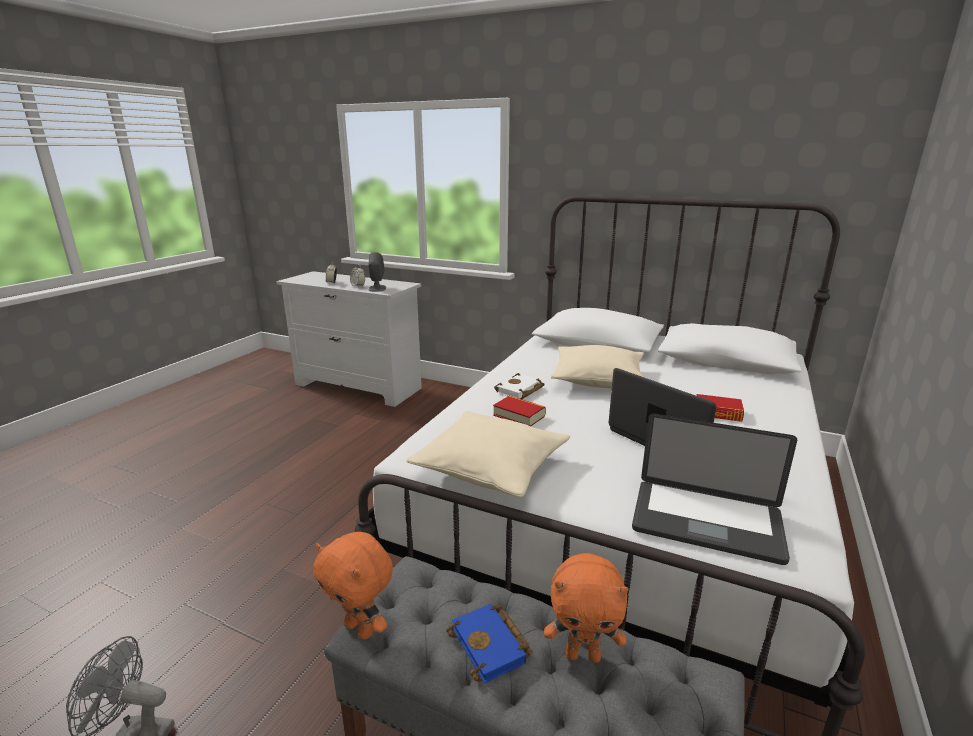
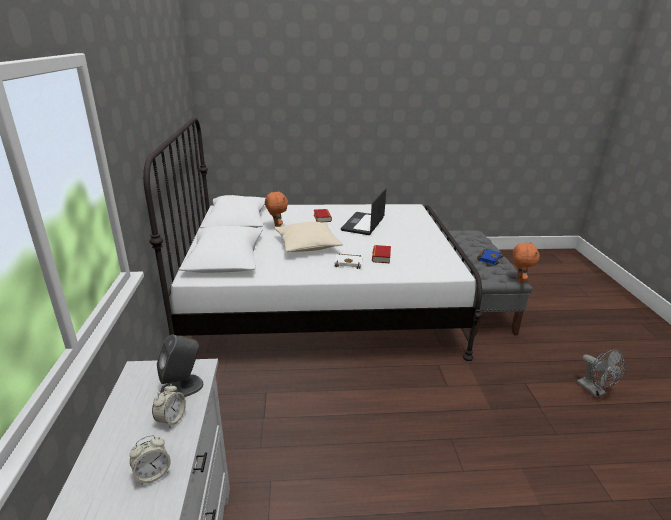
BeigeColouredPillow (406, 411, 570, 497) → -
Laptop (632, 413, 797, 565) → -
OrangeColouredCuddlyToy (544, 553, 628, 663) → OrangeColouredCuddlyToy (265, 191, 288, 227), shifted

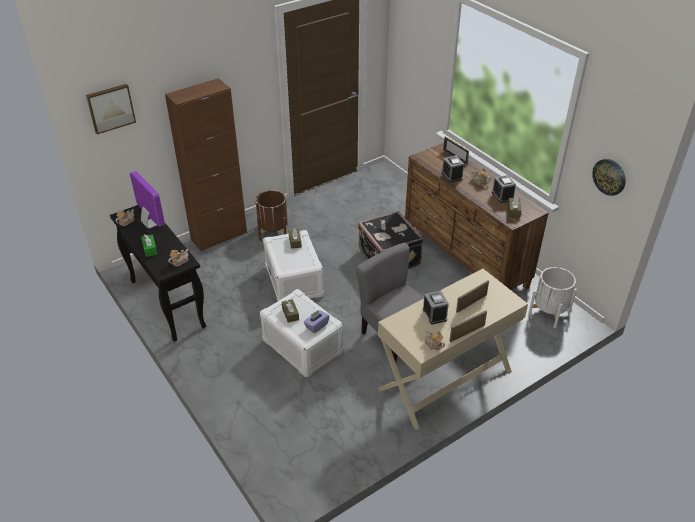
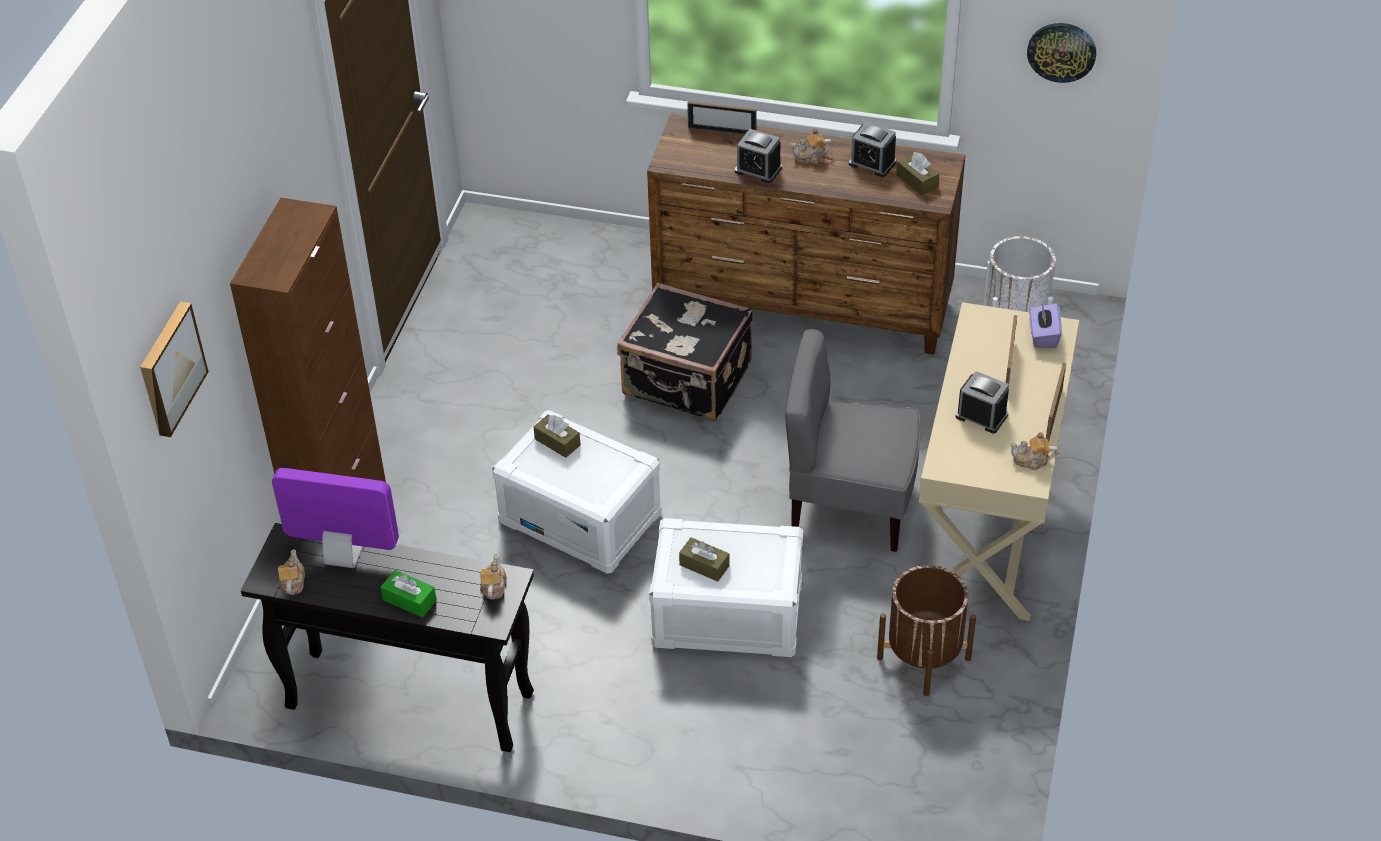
BrownishPlantPot (255, 190, 288, 241) → BrownishPlantPot (877, 565, 976, 696), shifted
PurpleTissueBox (304, 310, 330, 333) → PurpleTissueBox (1030, 303, 1062, 348), shifted

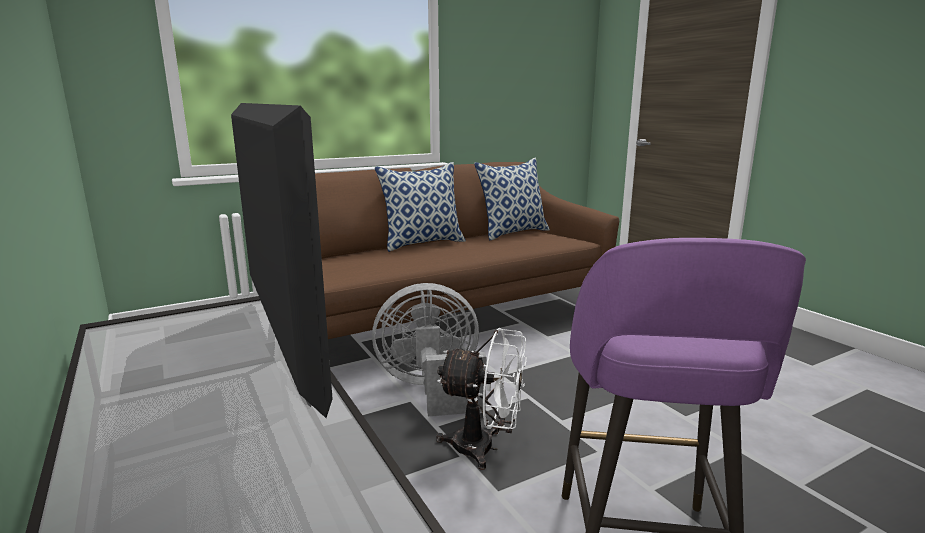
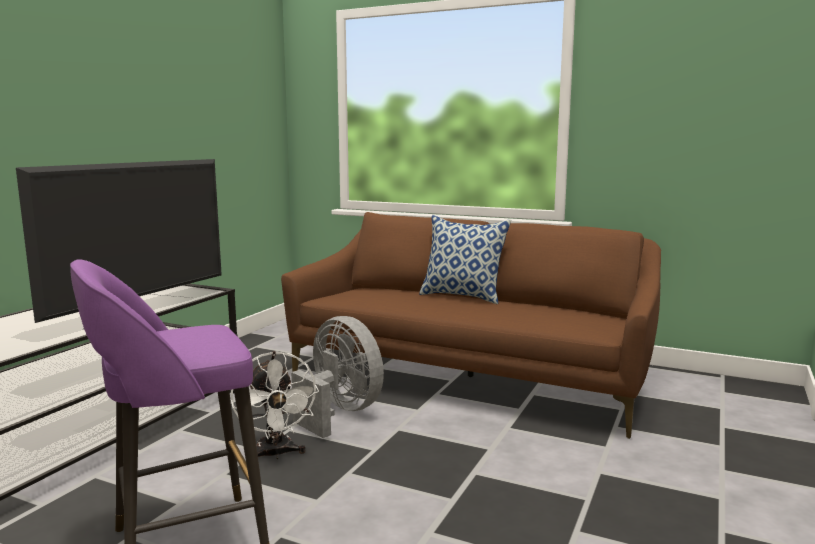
Pillow (474, 158, 550, 240) → -

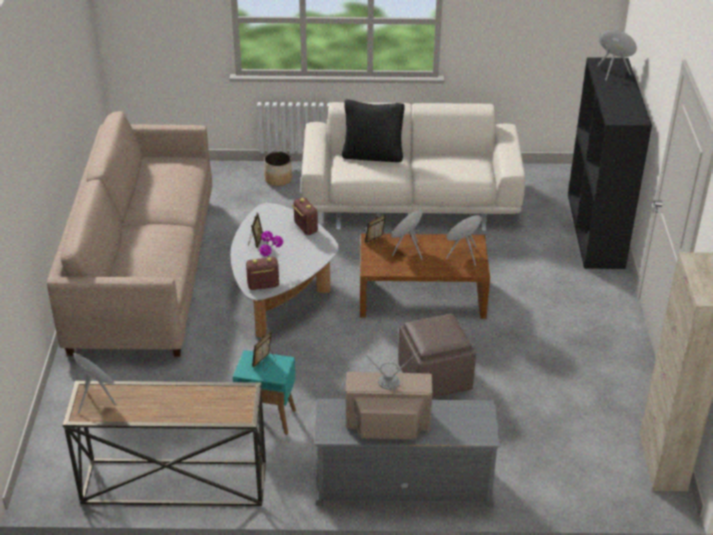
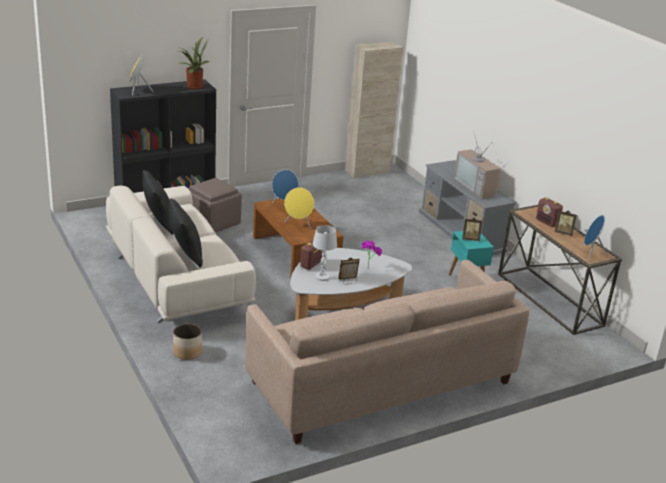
- → BlackishPillow (143, 170, 174, 235)
- → Houseplant (176, 37, 210, 90)
- → WhiteLampForATable (313, 225, 337, 281)
RadioSet (246, 257, 279, 290) → RadioSet (536, 197, 563, 227), shifted
PictureFrame (365, 215, 387, 247) → PictureFrame (554, 211, 577, 236), shifted
BrownishOttoman (398, 313, 476, 398) → BrownishOttoman (189, 178, 242, 233), shifted

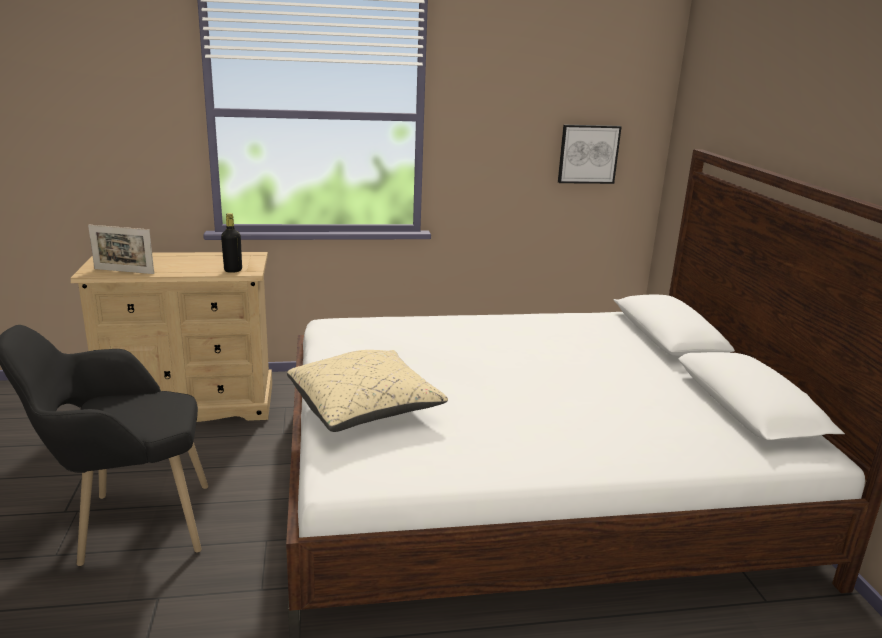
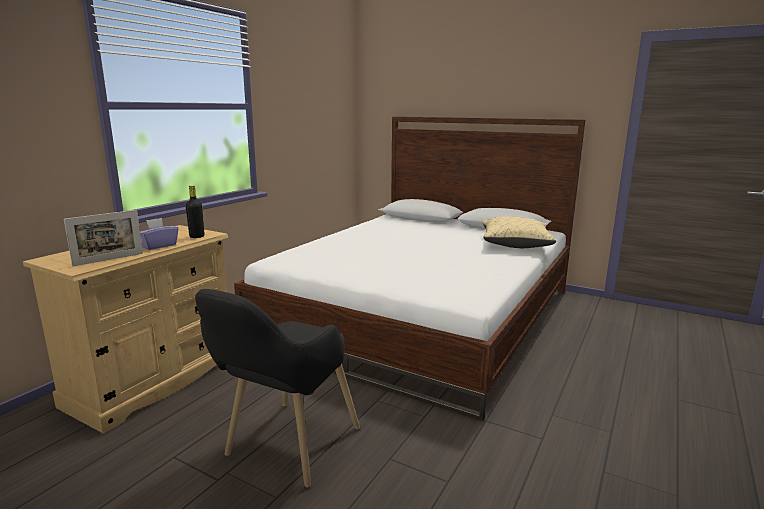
WallArt (558, 124, 622, 184) → -
- → PurpleTissueBox (140, 218, 178, 250)
BeigeColouredPillow (287, 350, 448, 432) → BeigeColouredPillow (482, 216, 556, 248), shifted

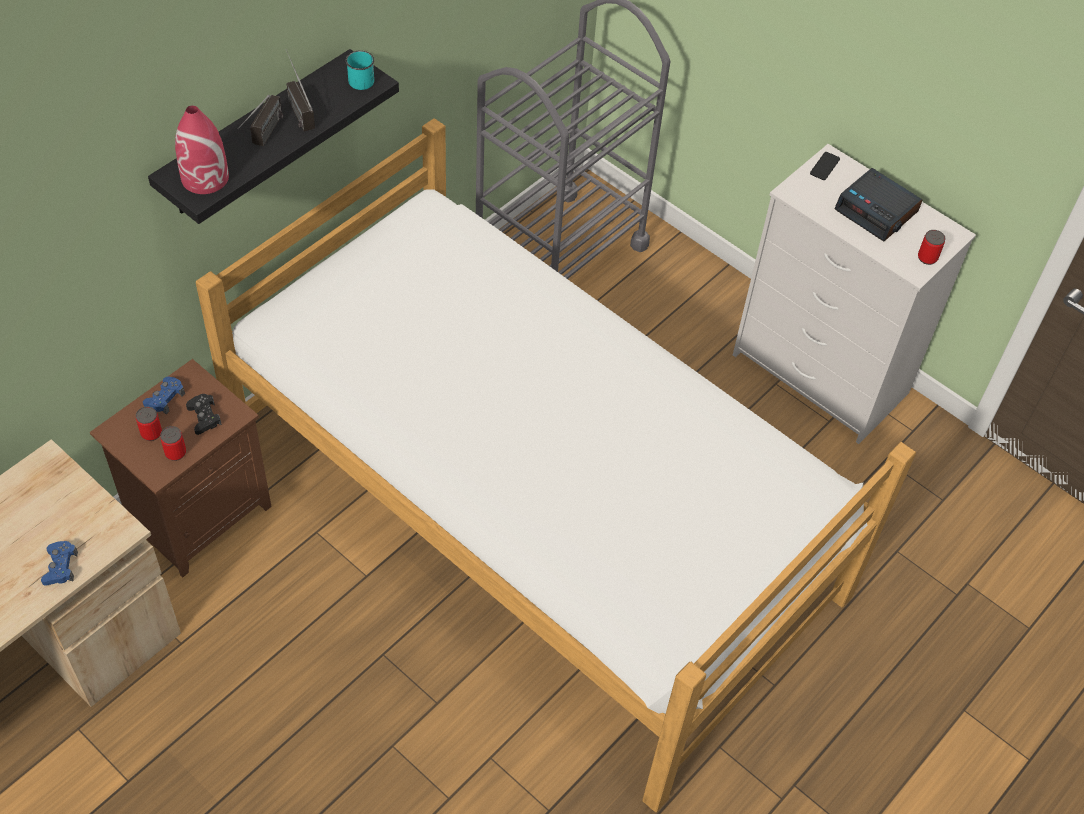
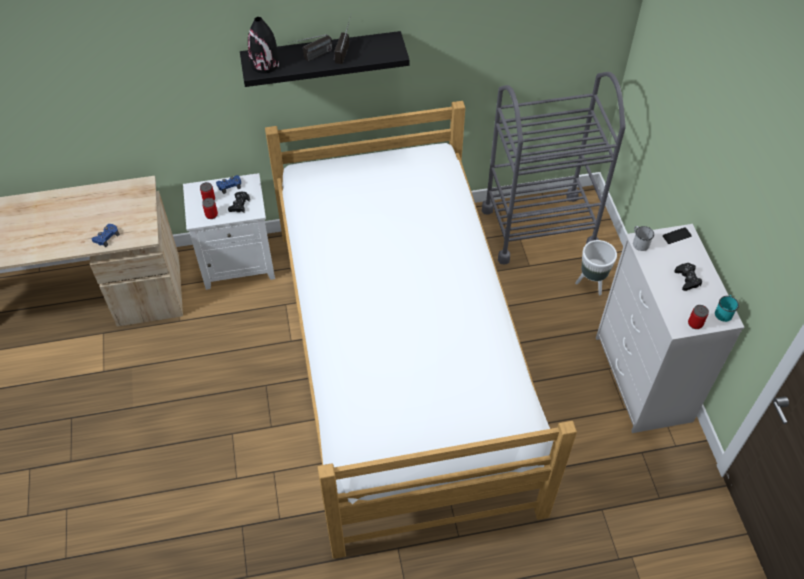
- → WhitePlantPot (575, 240, 617, 295)
- → WhiteTeaMug (633, 226, 654, 251)
TurquoiseTeaMug (346, 51, 374, 90) → TurquoiseTeaMug (715, 295, 739, 322), shifted
TableClock (834, 168, 923, 241) → BlackishGamepad (674, 263, 702, 291)
BrownishBedsideTable (90, 359, 272, 578) → WhiteBedsideTable (183, 173, 275, 290)
RedFlowerVase (175, 105, 229, 194) → BlackishFlowerVase (248, 17, 279, 74)

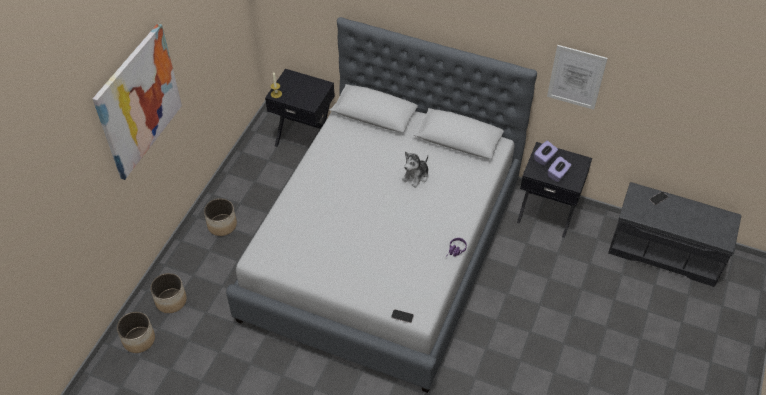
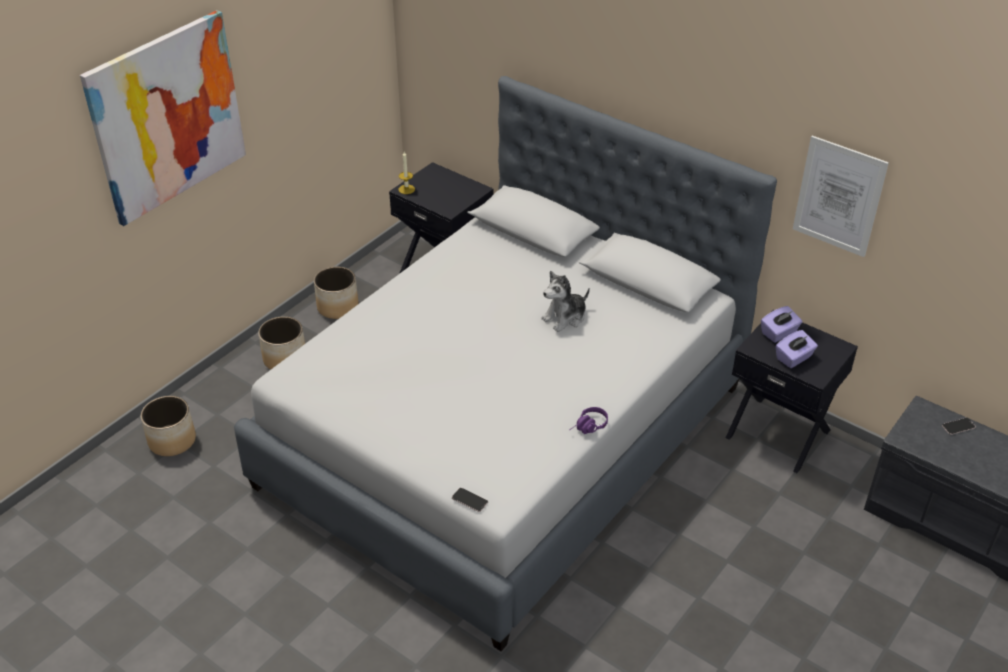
PlantPot (117, 312, 155, 353) → PlantPot (314, 266, 359, 319), shifted

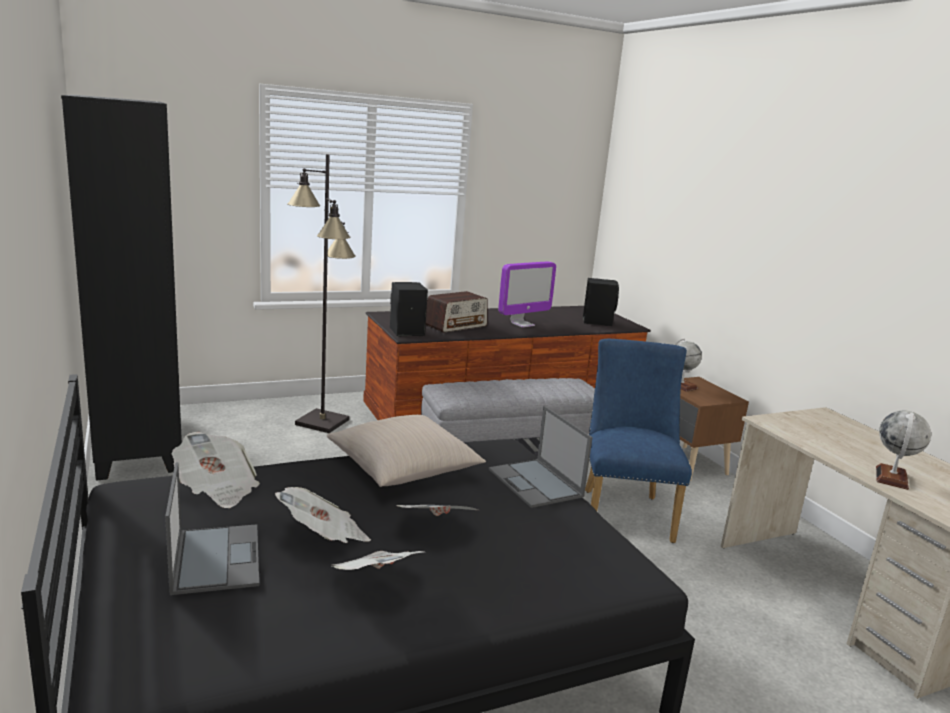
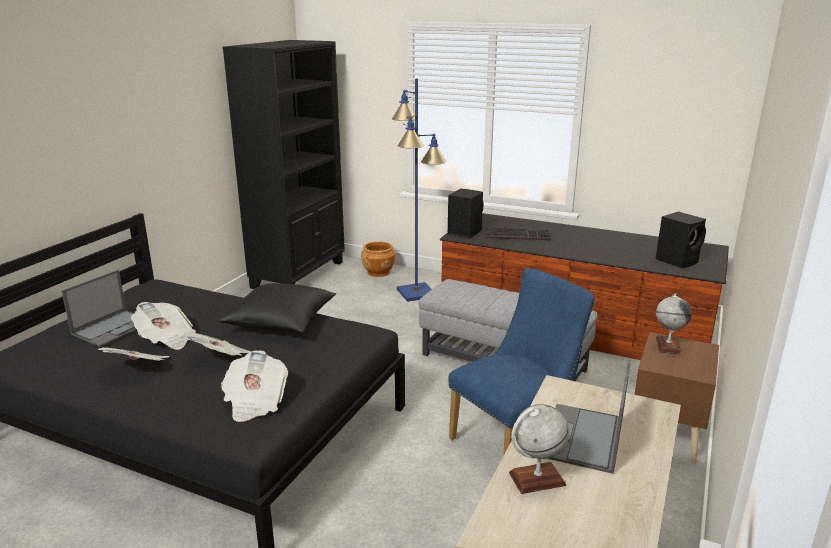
ComputerDisplay (498, 261, 556, 328) → -
- → BrownishPlantPot (361, 241, 395, 277)
DailyPaper (172, 432, 259, 508) → DailyPaper (221, 350, 288, 422), shifted
Laptop (489, 406, 593, 508) → Laptop (549, 359, 631, 474), shifted
RadioSet (426, 291, 488, 332) → ComputerKeyboard (485, 227, 551, 240)
BlackishStandardLamp (287, 154, 356, 433) → BluishStandardLamp (392, 79, 447, 302)
BeigeColouredPillow (327, 415, 486, 487) → BlackishPillow (219, 283, 336, 332)

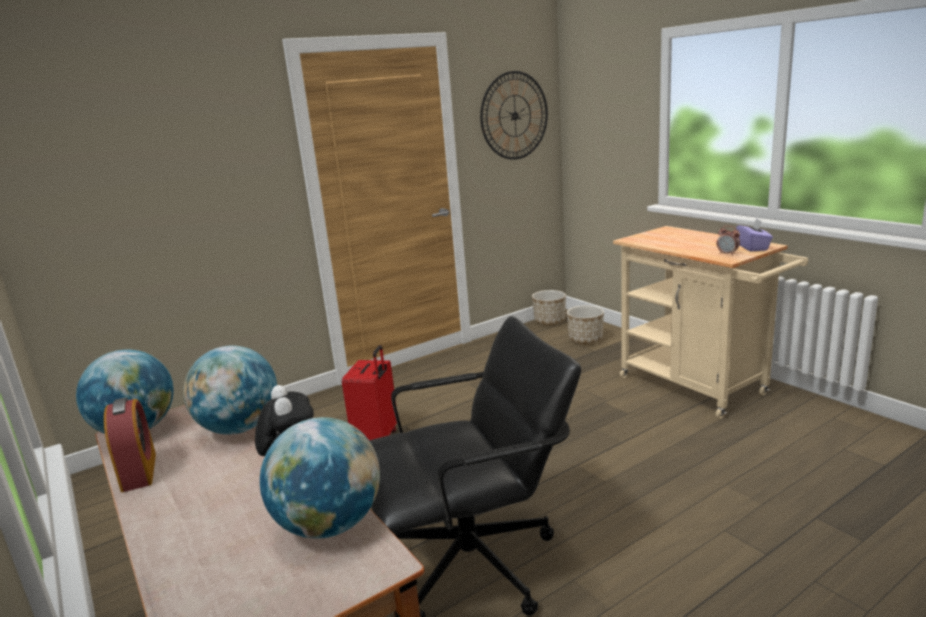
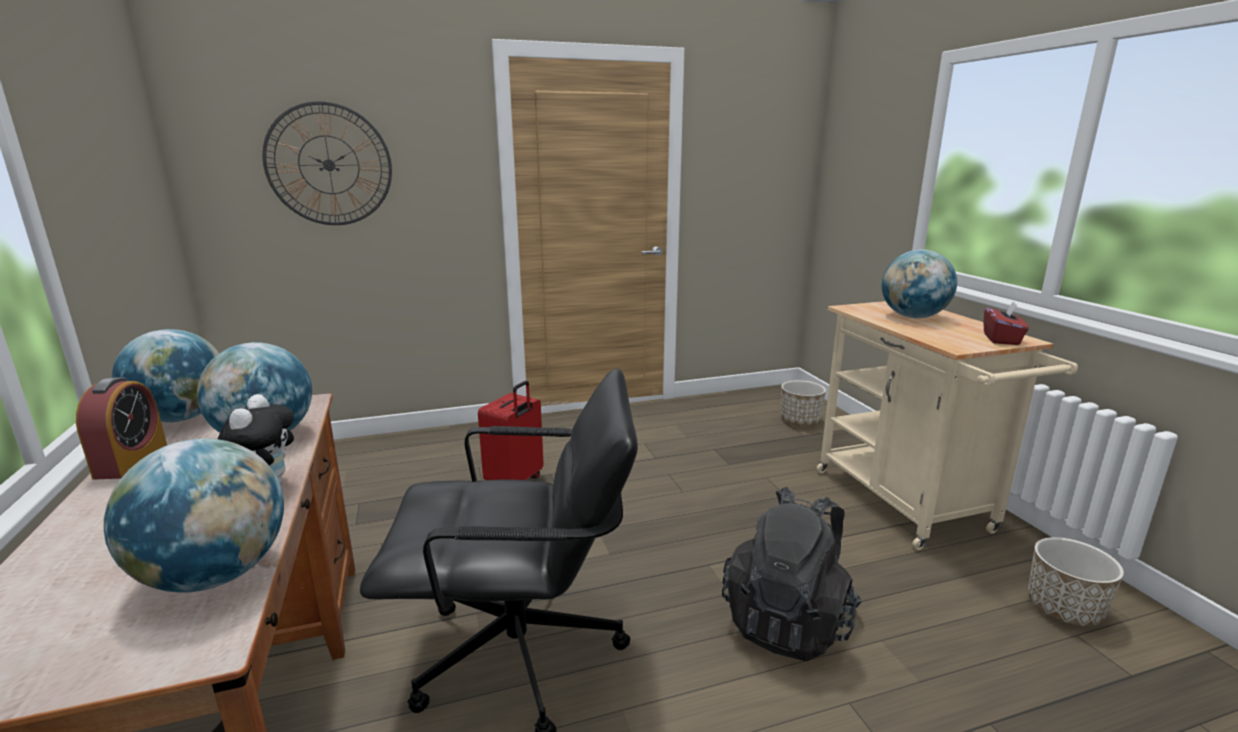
TableClock (717, 226, 740, 256) → -
- → BlackishKnapsack (722, 487, 862, 661)
- → Globe (882, 250, 957, 318)
WallClock (480, 71, 548, 160) → WallClock (262, 101, 392, 225), shifted
PlantPot (532, 290, 566, 325) → PlantPot (1028, 537, 1124, 627), shifted
PurpleTissueBox (736, 218, 773, 252) → RedTissueBox (984, 301, 1029, 345)

